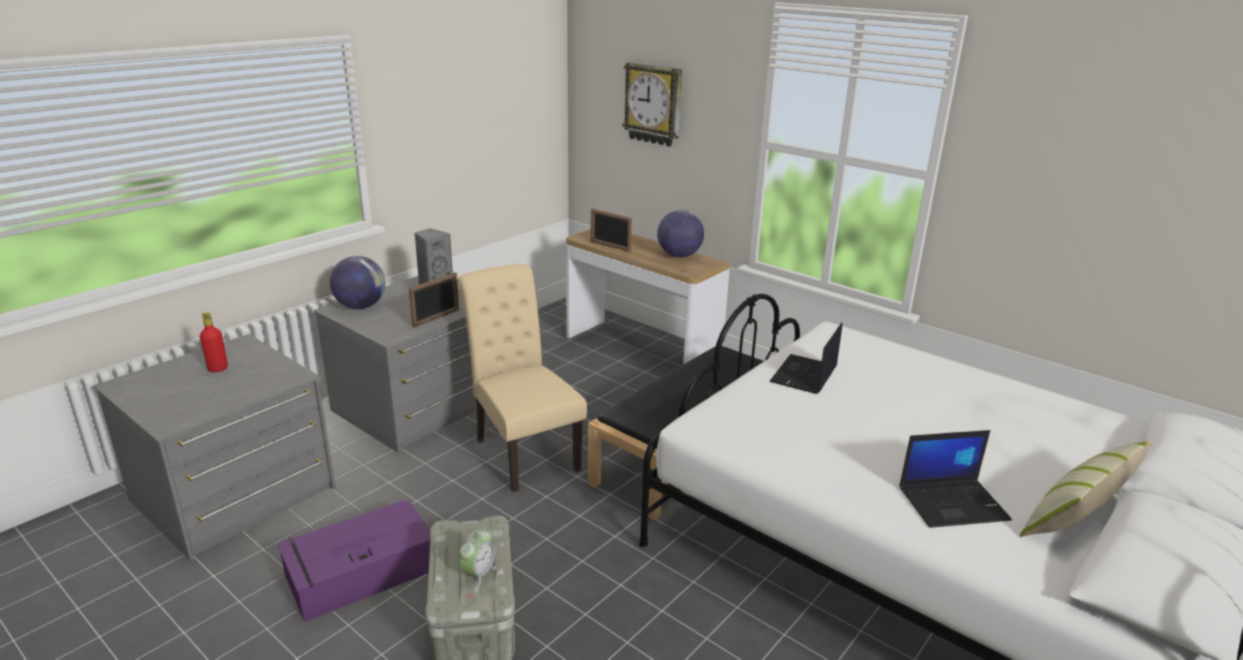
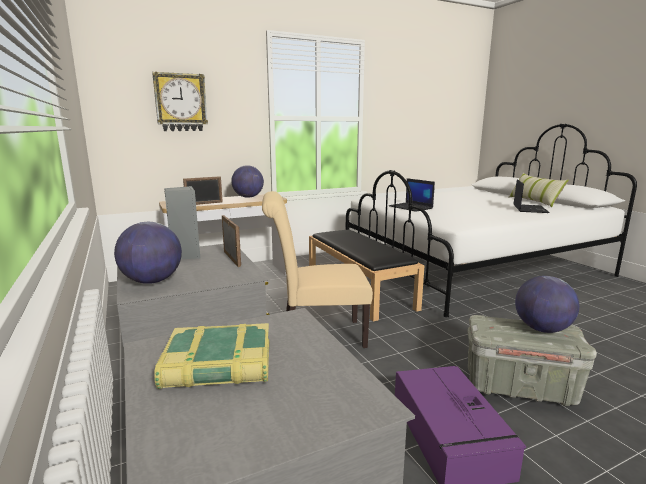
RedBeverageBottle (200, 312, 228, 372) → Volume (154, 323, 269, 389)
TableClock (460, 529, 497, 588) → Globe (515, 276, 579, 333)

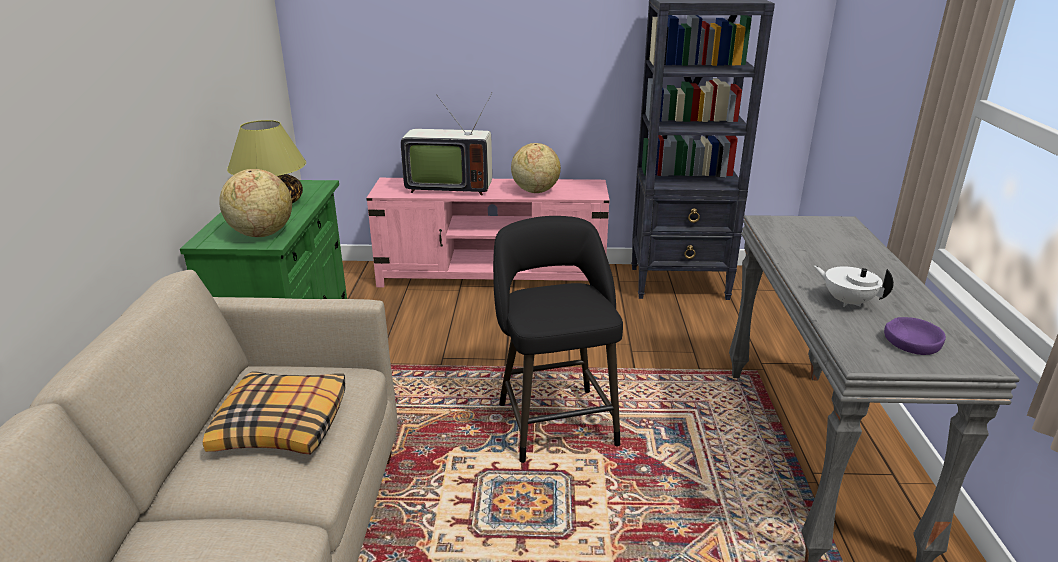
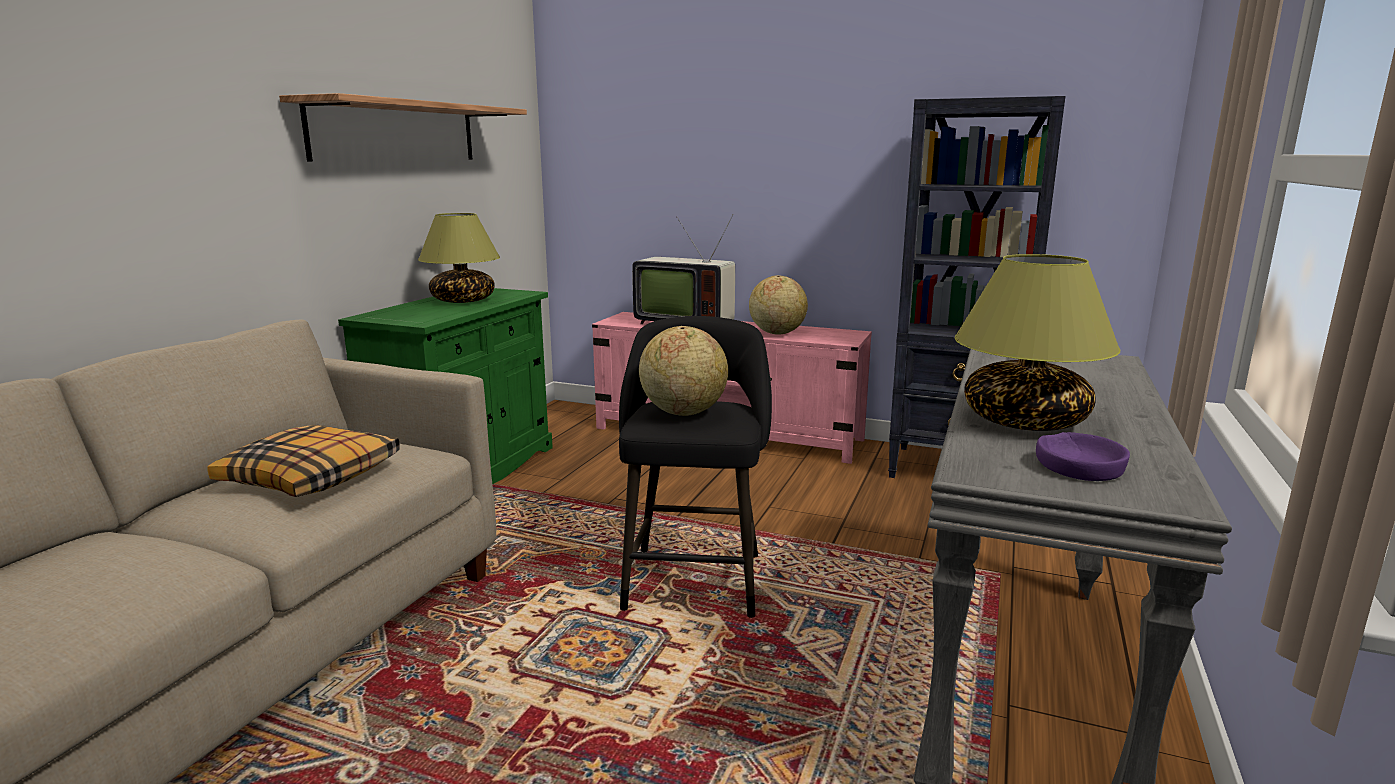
- → WallShelf (279, 93, 527, 161)
Globe (219, 169, 292, 237) → Globe (639, 326, 728, 416), shifted
WhiteTeapot (814, 265, 894, 307) → LampForATable (955, 254, 1120, 431)

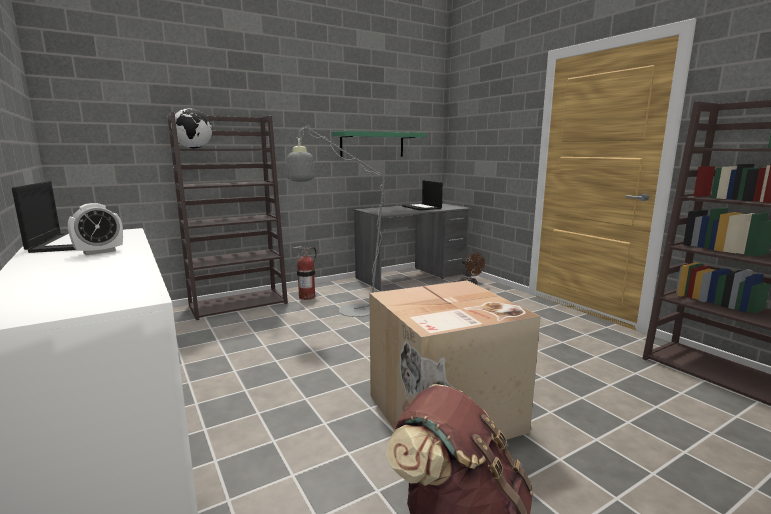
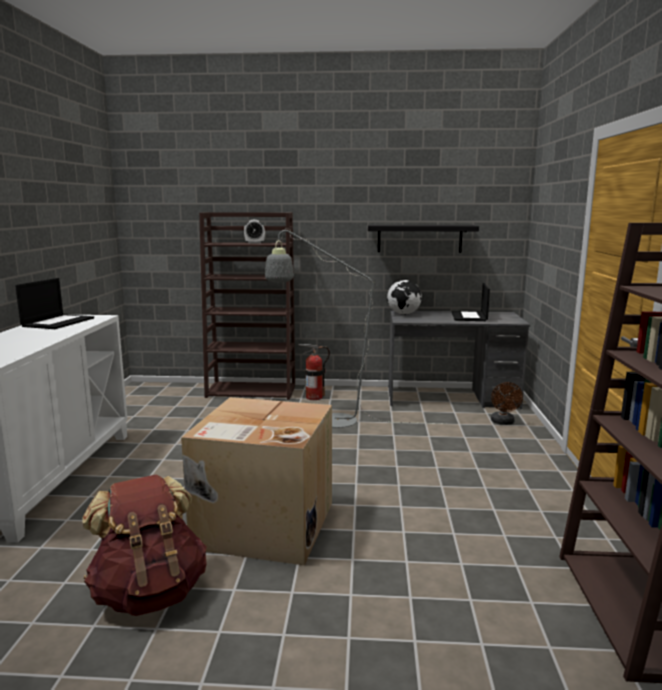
TableClock (68, 203, 123, 255) → TableClock (244, 220, 265, 243), shifted
Globe (171, 108, 212, 148) → Globe (387, 280, 422, 315), shifted
GreenWallShelf (331, 131, 426, 157) → BlackishWallShelf (368, 225, 479, 253)

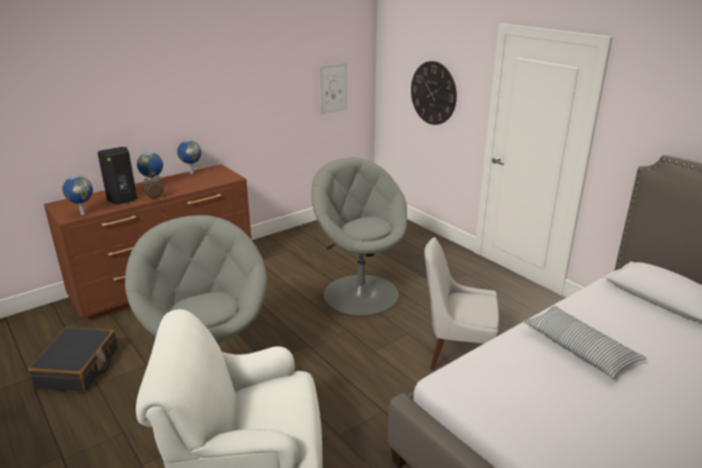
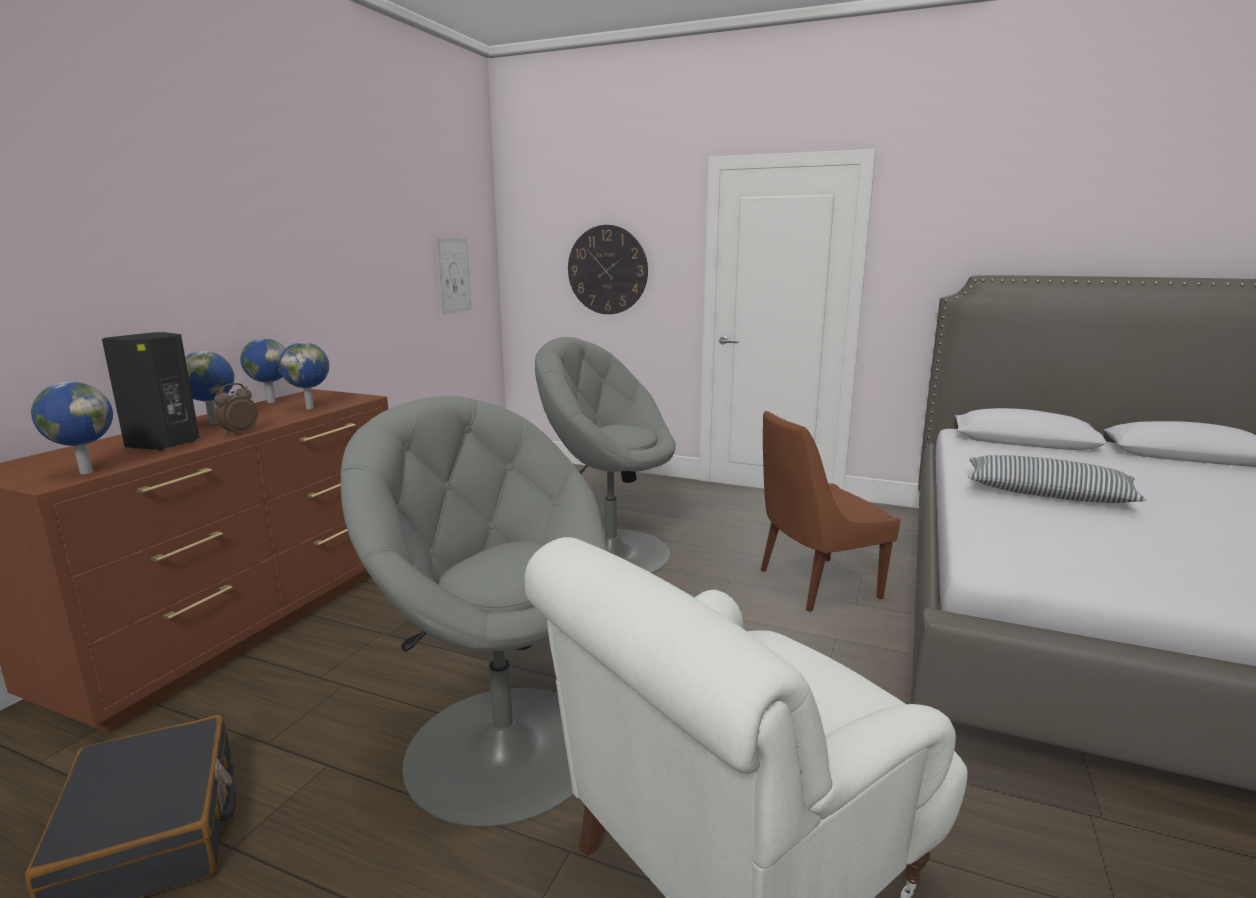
- → Globe (279, 342, 329, 409)
WhiteUprightChair (424, 237, 499, 370) → BrownishUprightChair (761, 411, 900, 612)

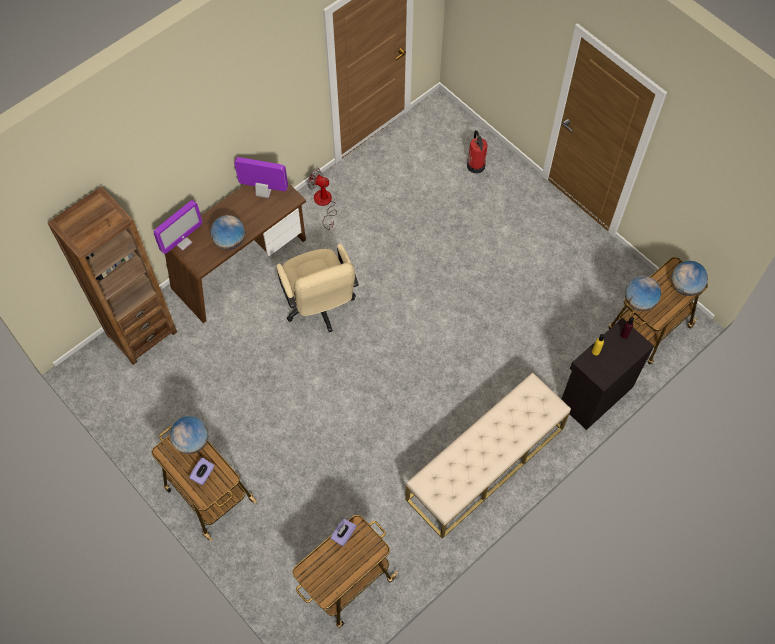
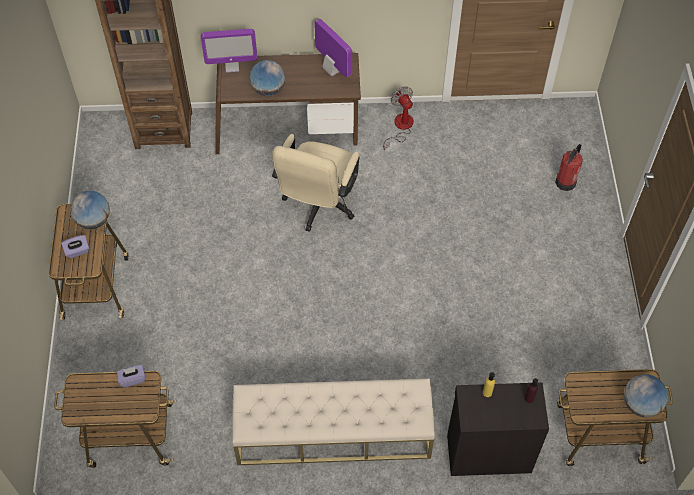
Globe (625, 276, 661, 311) → -

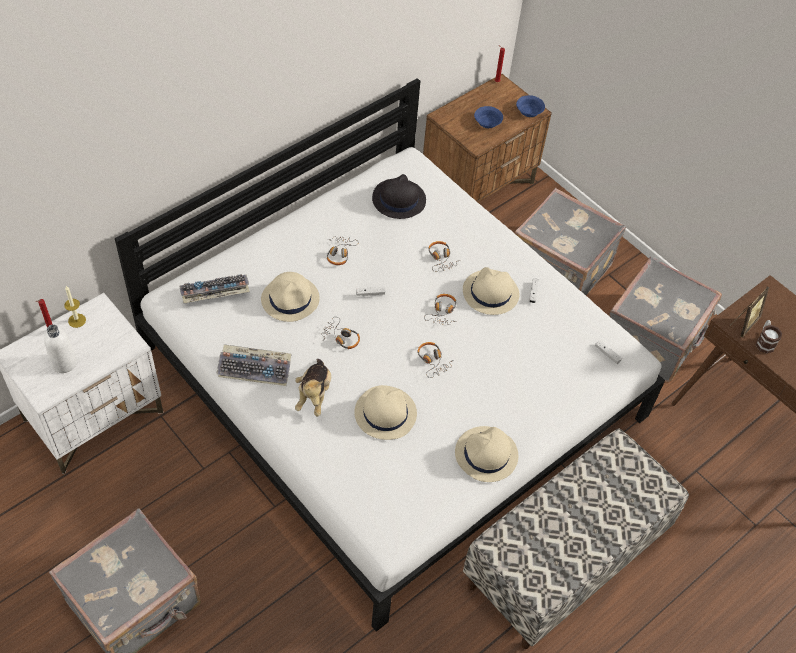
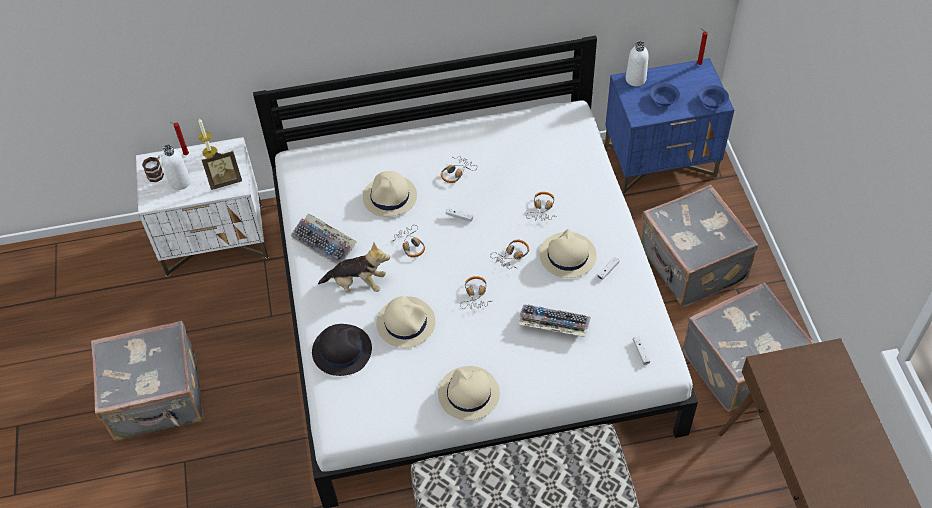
- → WhiteBeverageBottle (626, 41, 649, 86)
ComputerKeyboard (179, 274, 250, 303) → ComputerKeyboard (518, 304, 591, 337), shifted
BlackishWearableHat (372, 174, 426, 219) → BlackishWearableHat (312, 324, 372, 376), shifted
PictureFrame (730, 286, 769, 338) → PictureFrame (201, 151, 242, 190), shifted
TeaMug (756, 320, 782, 354) → TeaMug (142, 154, 164, 182), shifted
BrownishBedsideTable (423, 74, 552, 202) → BluishBedsideTable (605, 58, 734, 194)
CuddlyToy (295, 359, 331, 417) → CuddlyToy (318, 243, 390, 293), 120 degrees counterclockwise

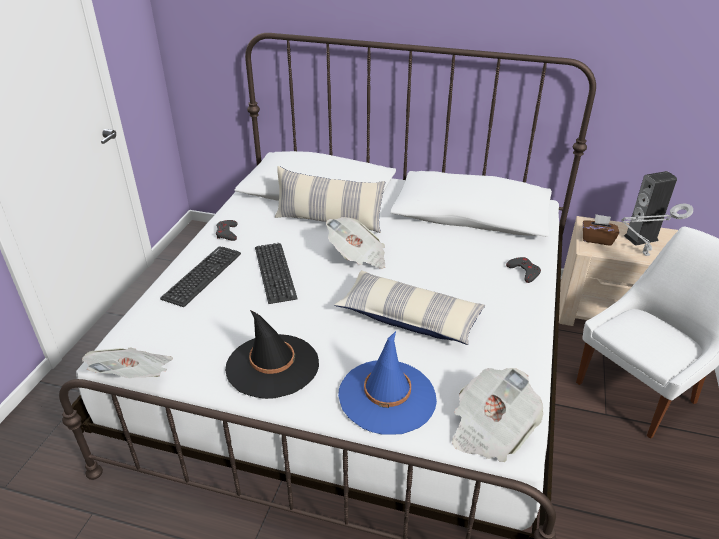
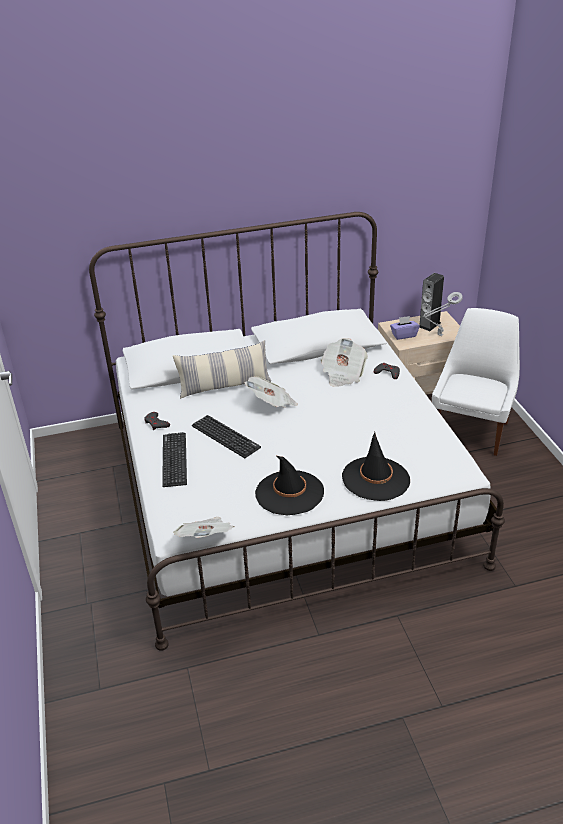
Pillow (334, 270, 485, 345) → -
DailyPaper (452, 368, 543, 462) → DailyPaper (321, 338, 368, 387), shifted
BluishWearableHat (338, 331, 437, 435) → BlackishWearableHat (342, 432, 410, 501)
BrownishTissueBox (583, 214, 619, 246) → PurpleTissueBox (390, 316, 420, 340)

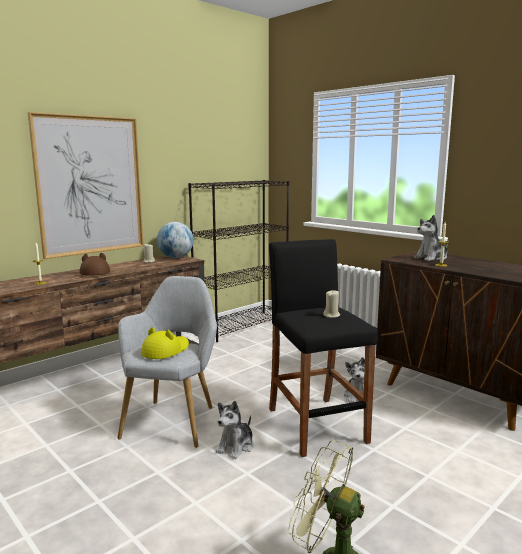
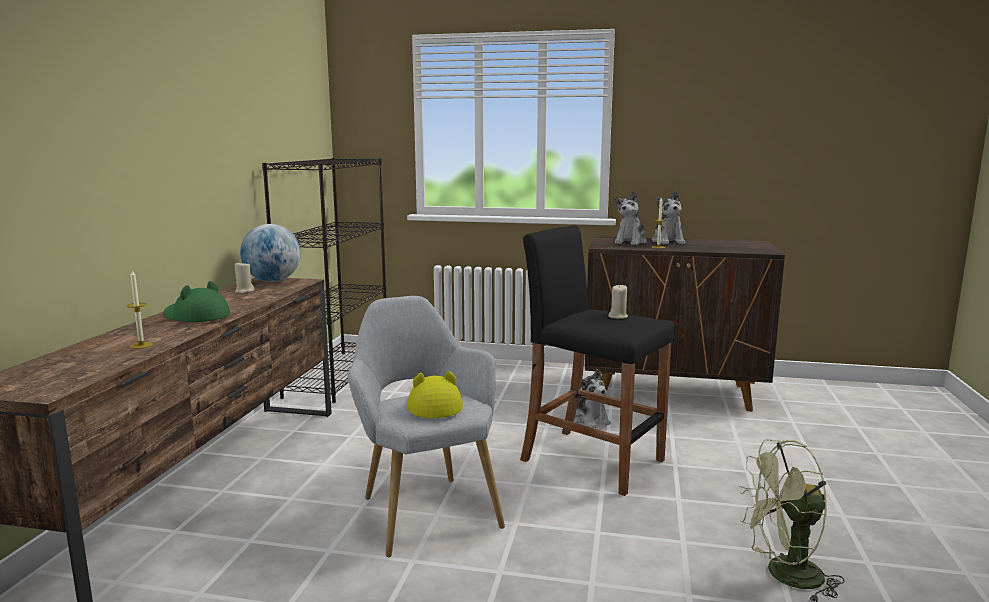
WallArt (28, 112, 144, 259) → -
CuddlyToy (216, 401, 253, 459) → CuddlyToy (652, 191, 685, 244), shifted
BrownishWearableHat (80, 253, 110, 276) → GreenWearableHat (163, 281, 230, 322)

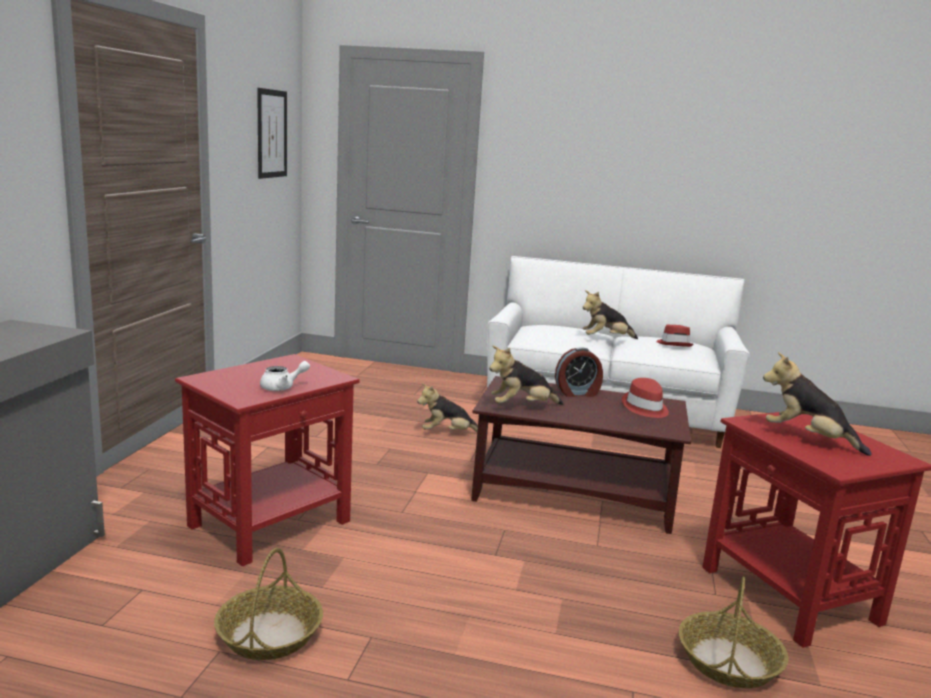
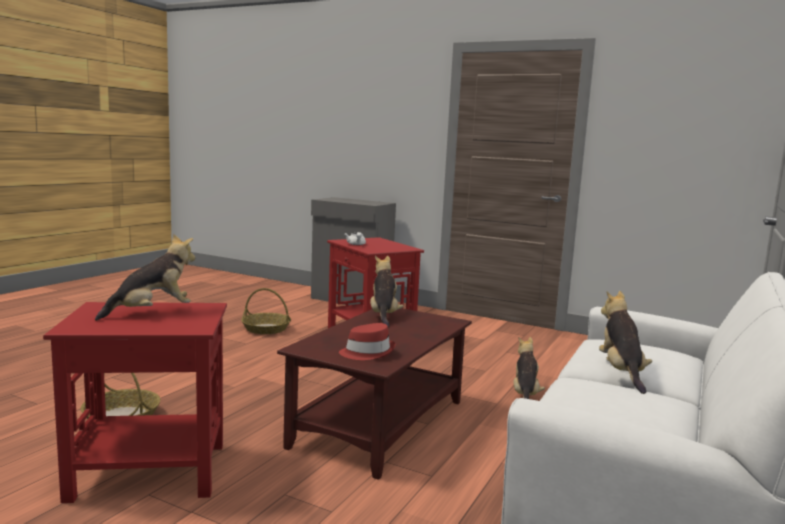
WallArt (257, 88, 287, 179) → -
TableClock (555, 347, 603, 397) → -
RedWearableHat (656, 325, 694, 347) → -

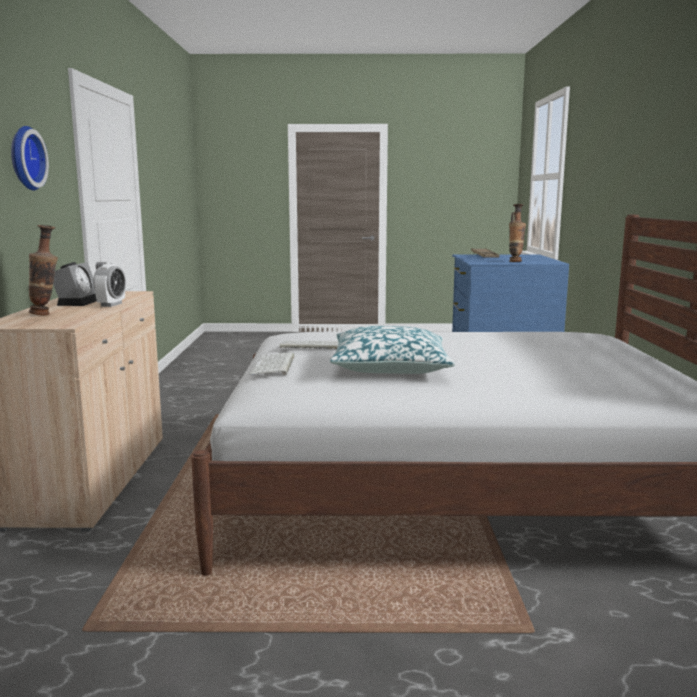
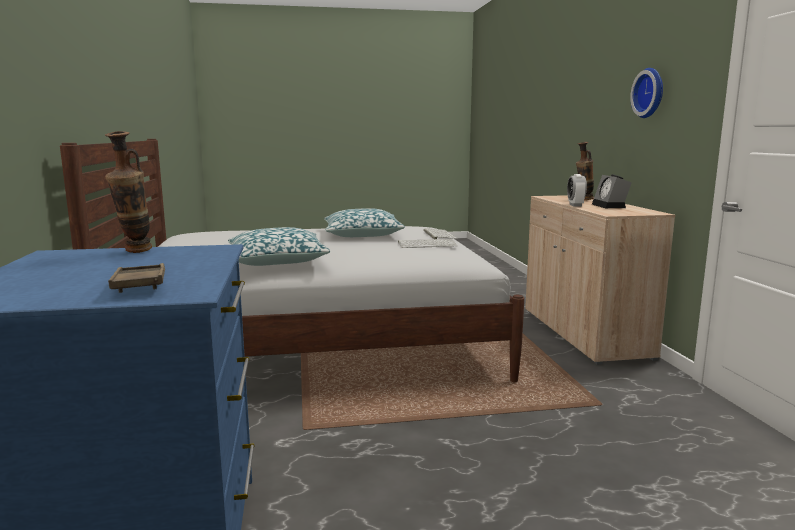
- → Pillow (228, 227, 330, 266)

